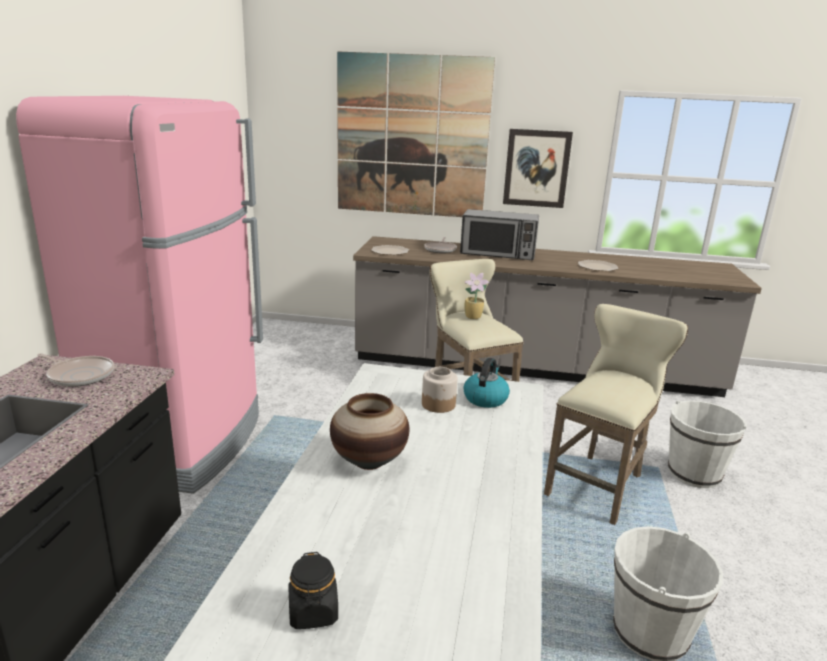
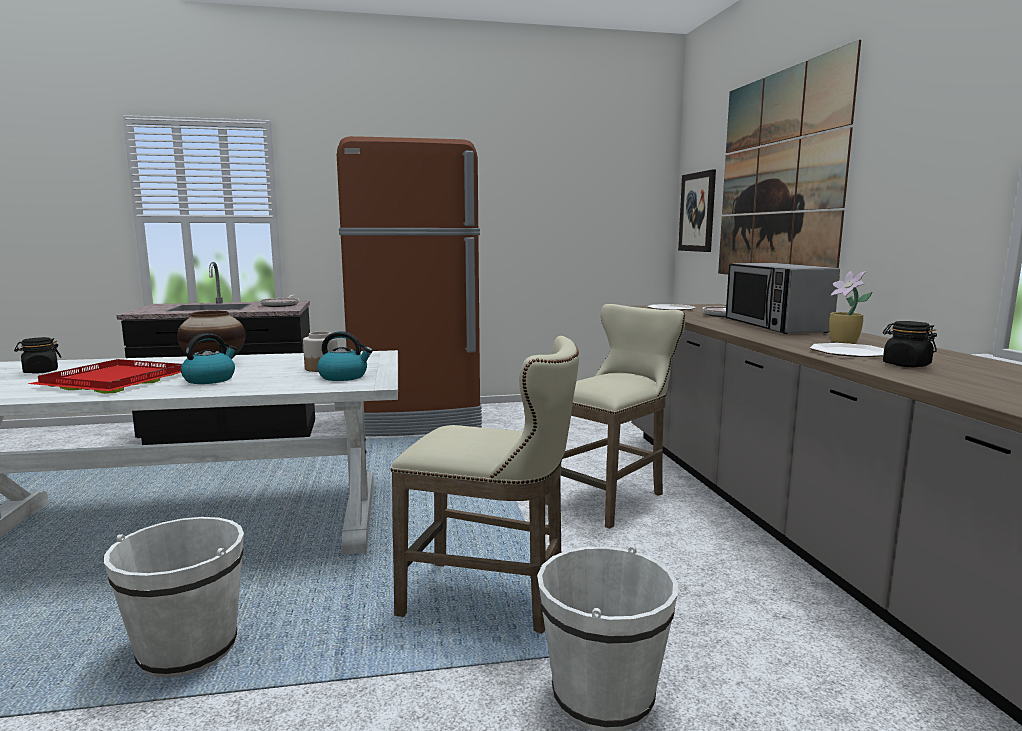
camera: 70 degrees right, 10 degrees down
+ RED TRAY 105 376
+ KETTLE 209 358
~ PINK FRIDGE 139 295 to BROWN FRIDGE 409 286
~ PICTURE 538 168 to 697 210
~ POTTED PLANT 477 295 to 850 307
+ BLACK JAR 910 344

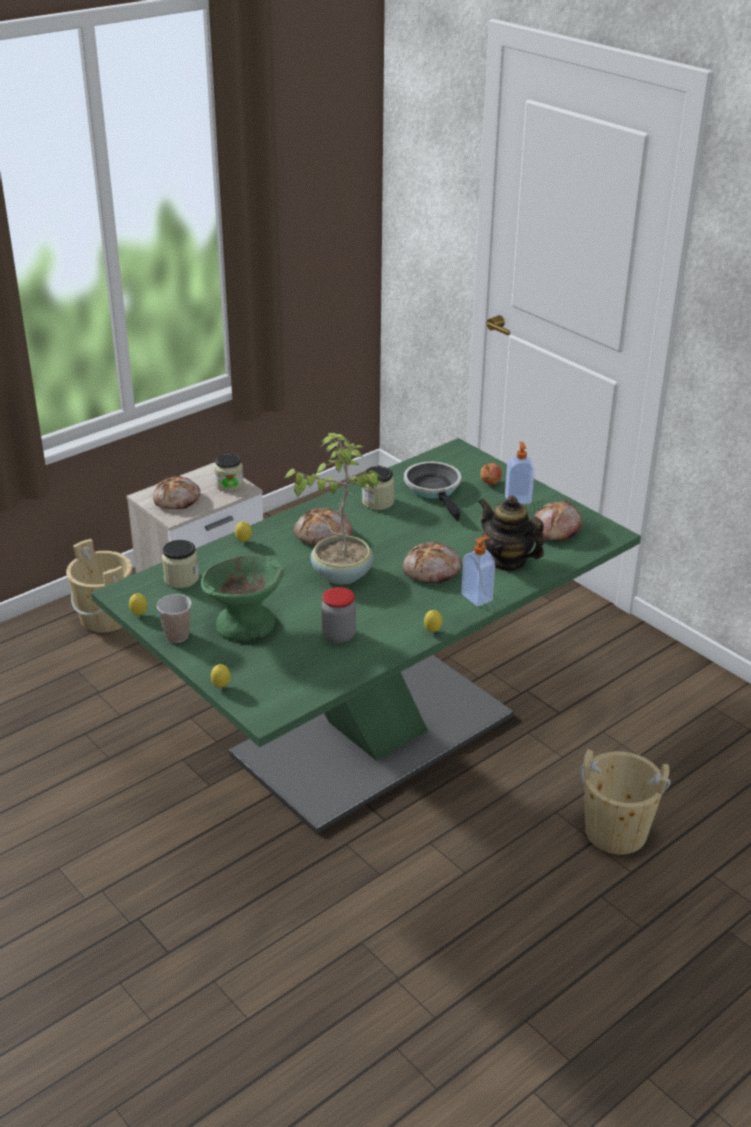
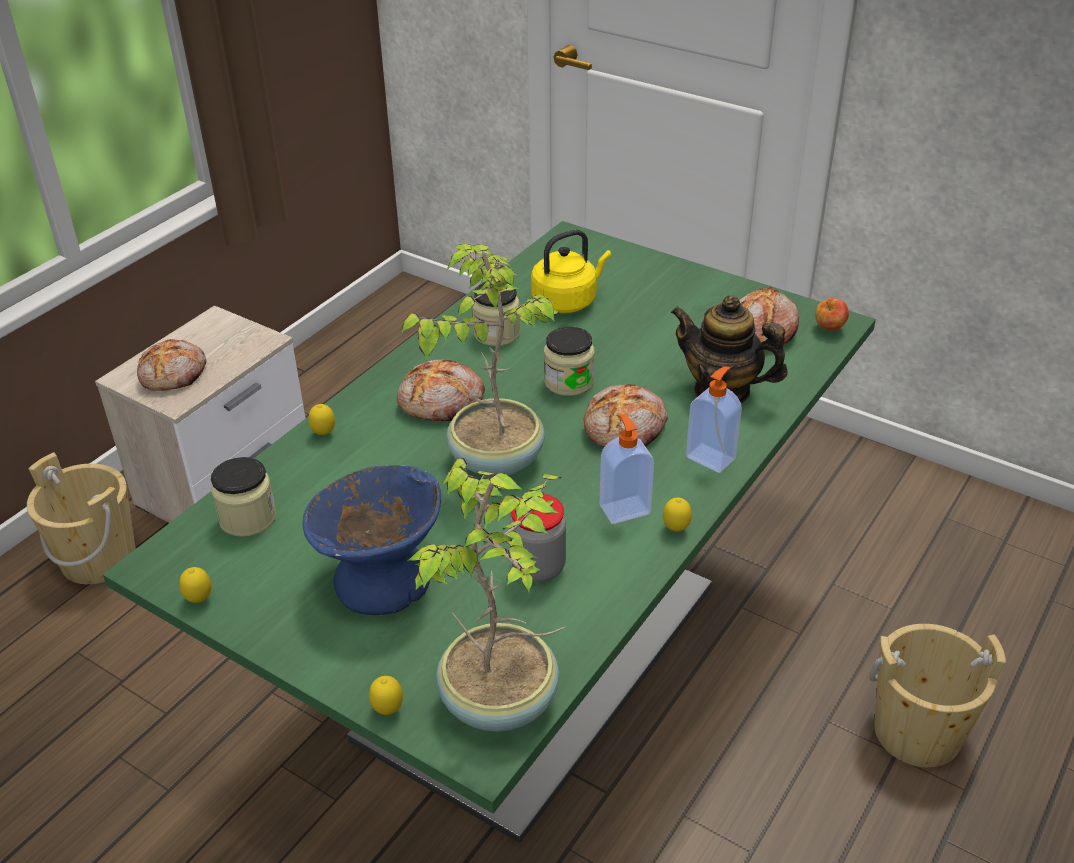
camera: 15 degrees left, 5 degrees up
~ GREEN BOWL 243 598 to BLUE BOWL 372 540
+ POTTED PLANT 487 595
~ FRYING PAN 432 491 to YELLOW KETTLE 571 271
~ JAR 229 473 to 569 361
~ SOAP DISPENSER 519 473 to 627 469
~ APPLE 491 473 to 832 314
- CUP 174 618

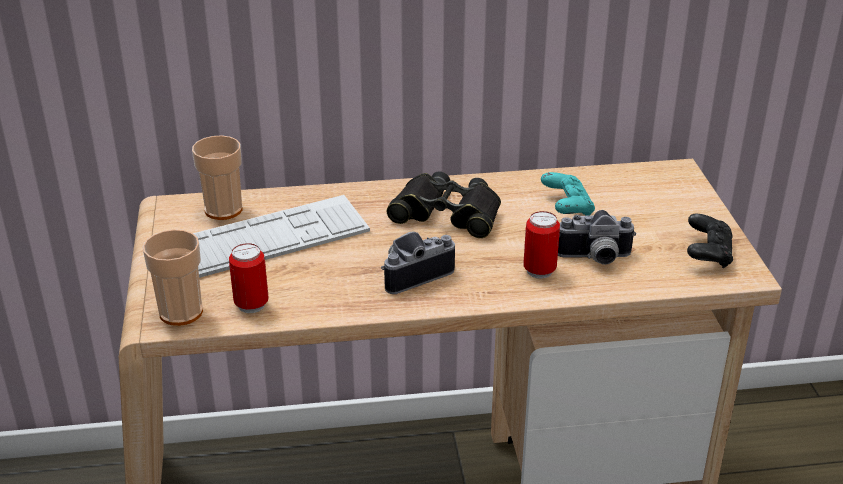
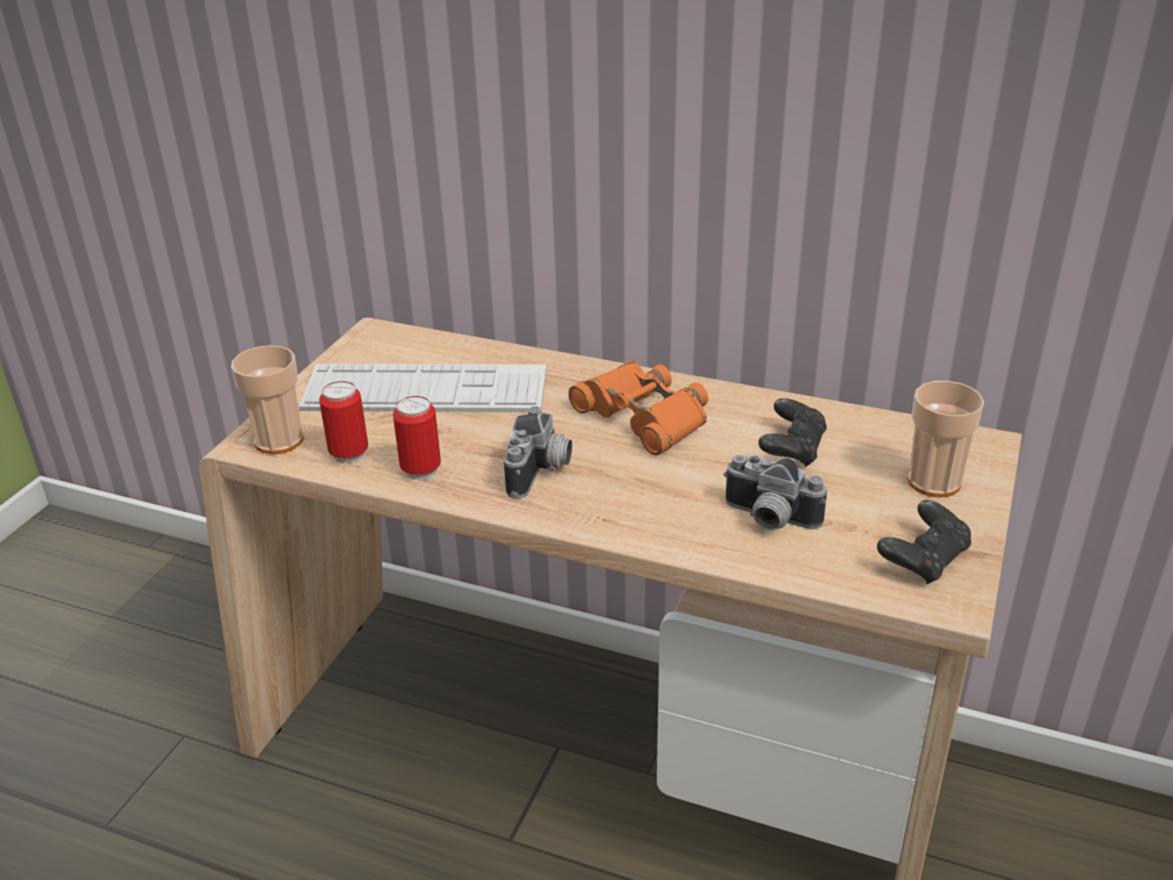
camera: 30 degrees right, 0 degrees up
~ CAN 541 245 to 417 437
~ PHOTO CAMERA 418 263 = 538 452 105 degrees clockwise
~ BLACK BINOCULARS 444 204 to ORANGE BINOCULARS 638 408
~ TURQUOISE GAME CONTROLLER 568 194 to BLACK GAME CONTROLLER 792 432
~ CUP 217 177 to 946 439

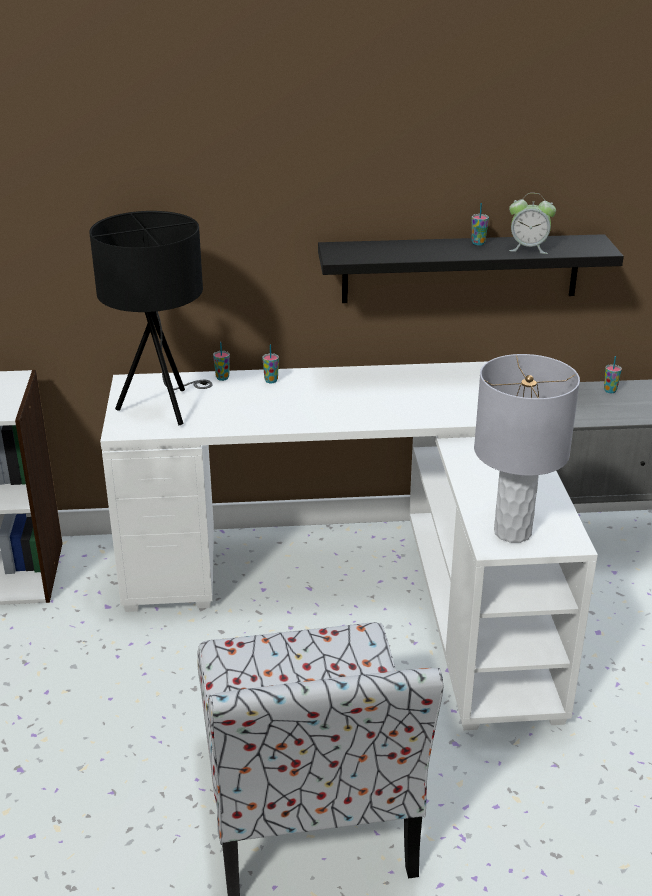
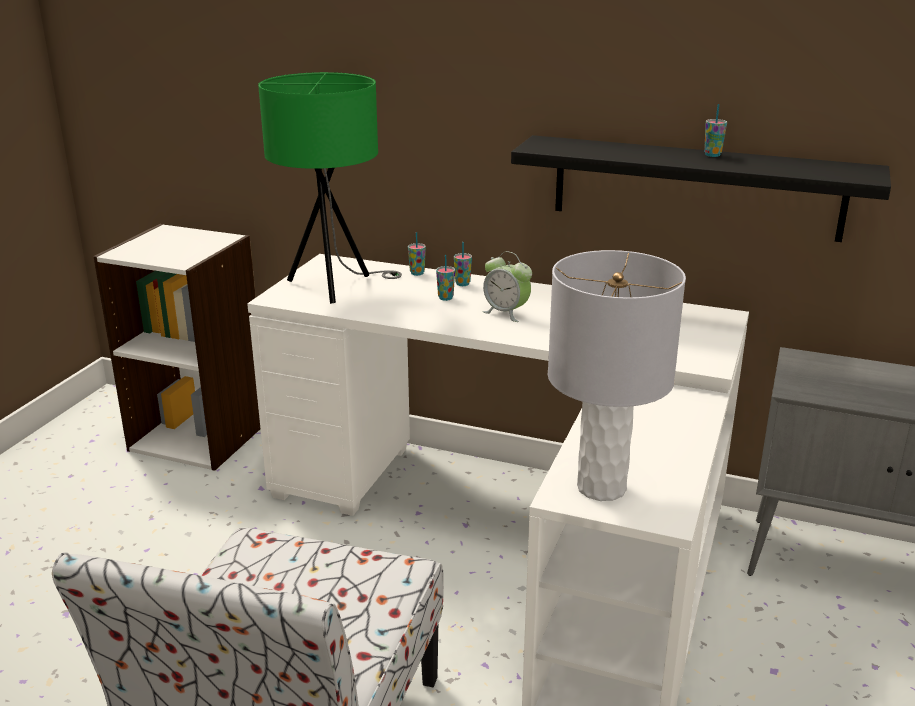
camera: 25 degrees right, 5 degrees down
~ BLACK TABLE LAMP 151 318 to GREEN TABLE LAMP 330 188
~ CUP 613 374 to 445 278
~ ALARM CLOCK 532 223 to 507 286

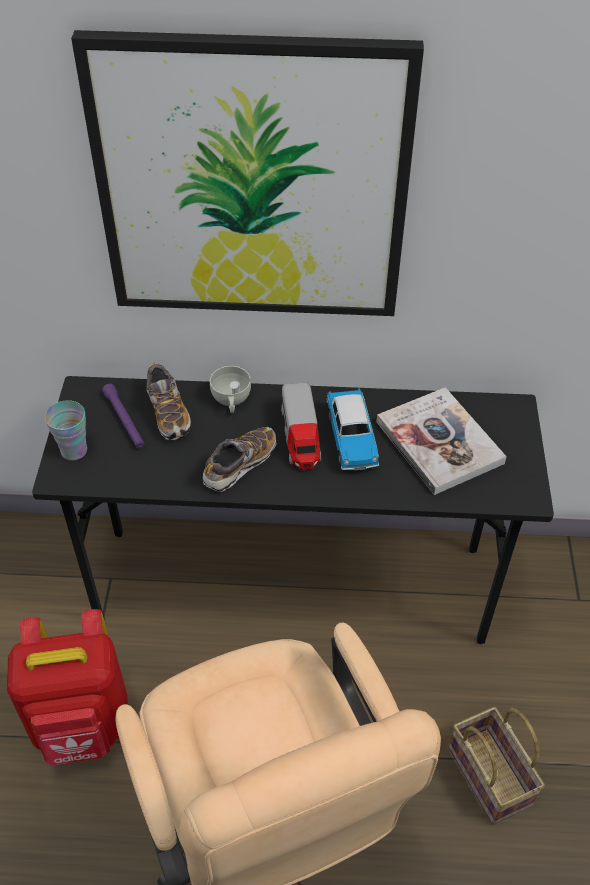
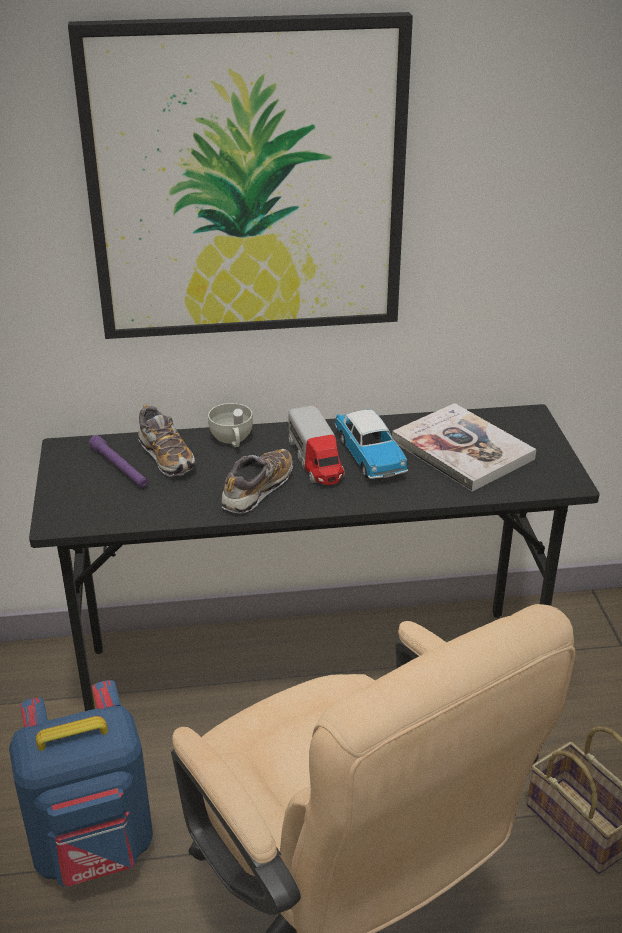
camera: 10 degrees left, 15 degrees down
~ RED BACKPACK 67 687 to BLUE BACKPACK 81 783
- CUP 66 430

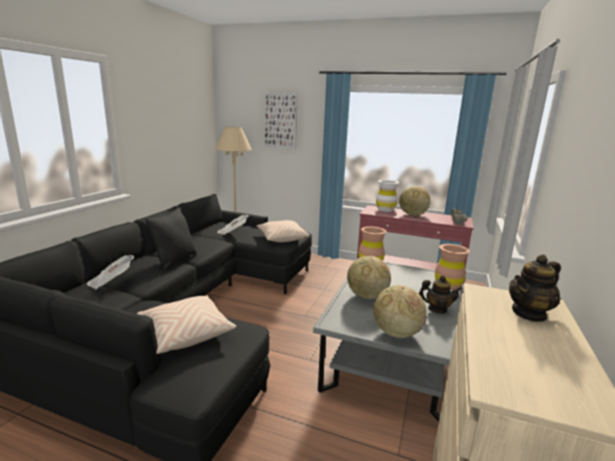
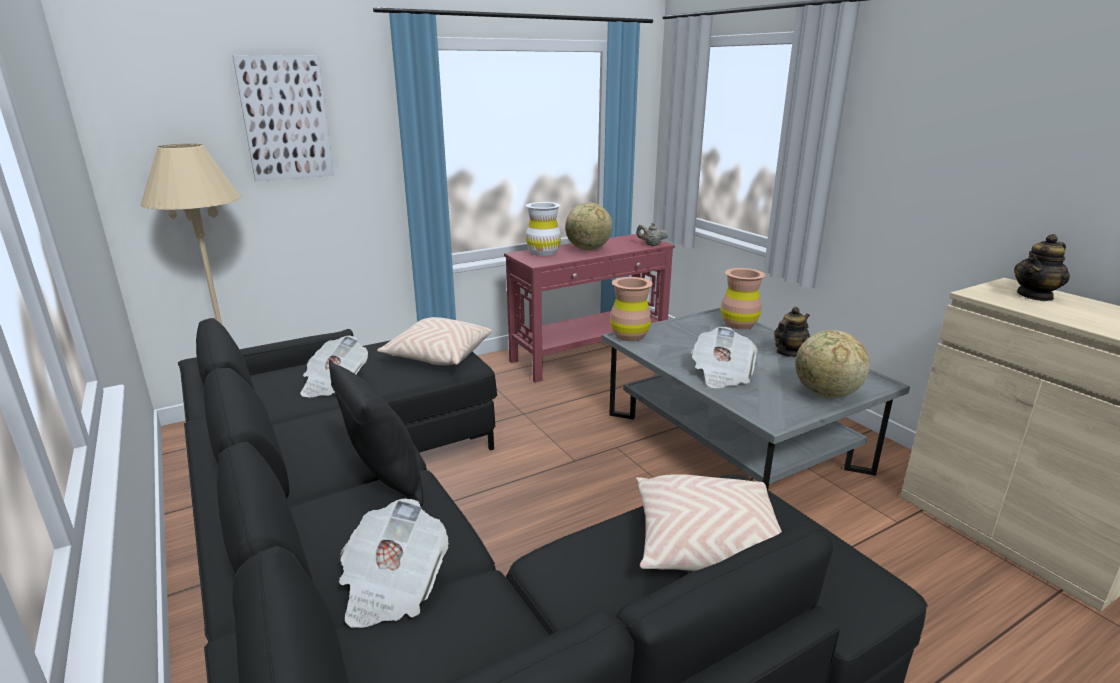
camera: 50 degrees left, 5 degrees up
~ GLOBE 369 277 to NEWSPAPER 724 357
~ TEAPOT 535 288 = 1042 267 45 degrees clockwise

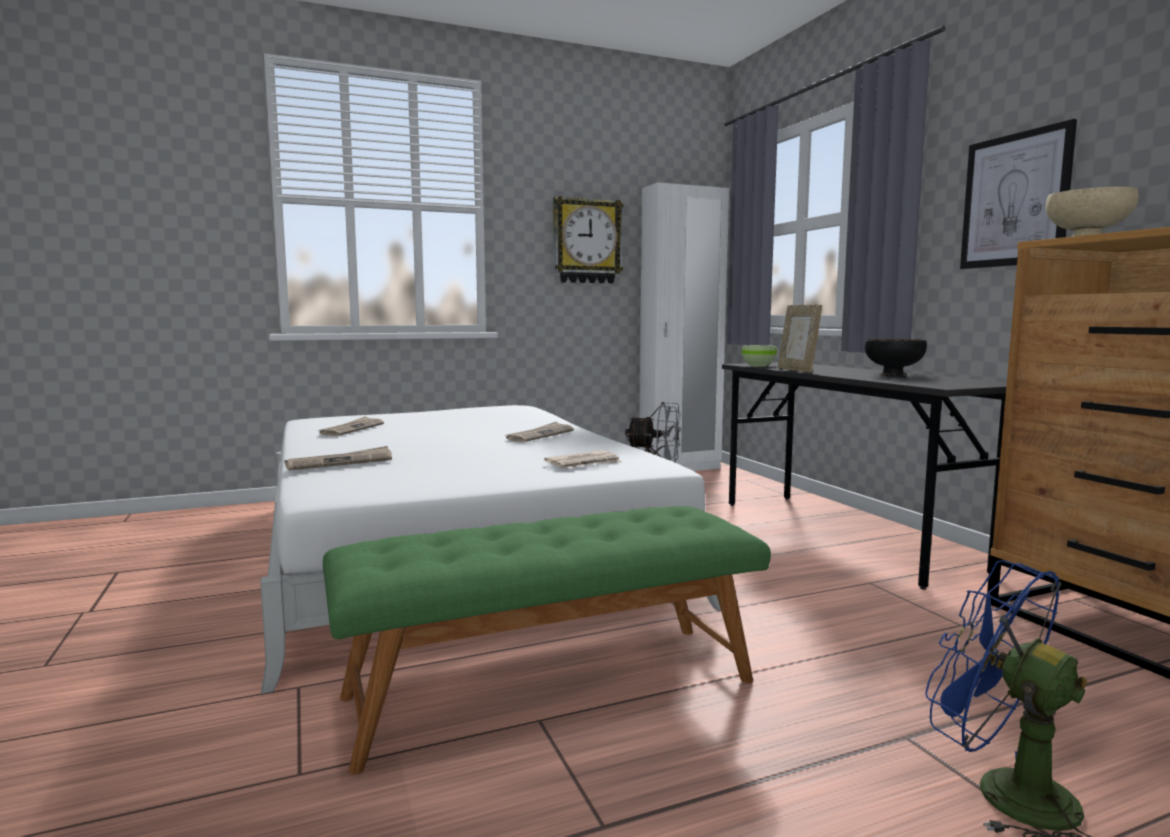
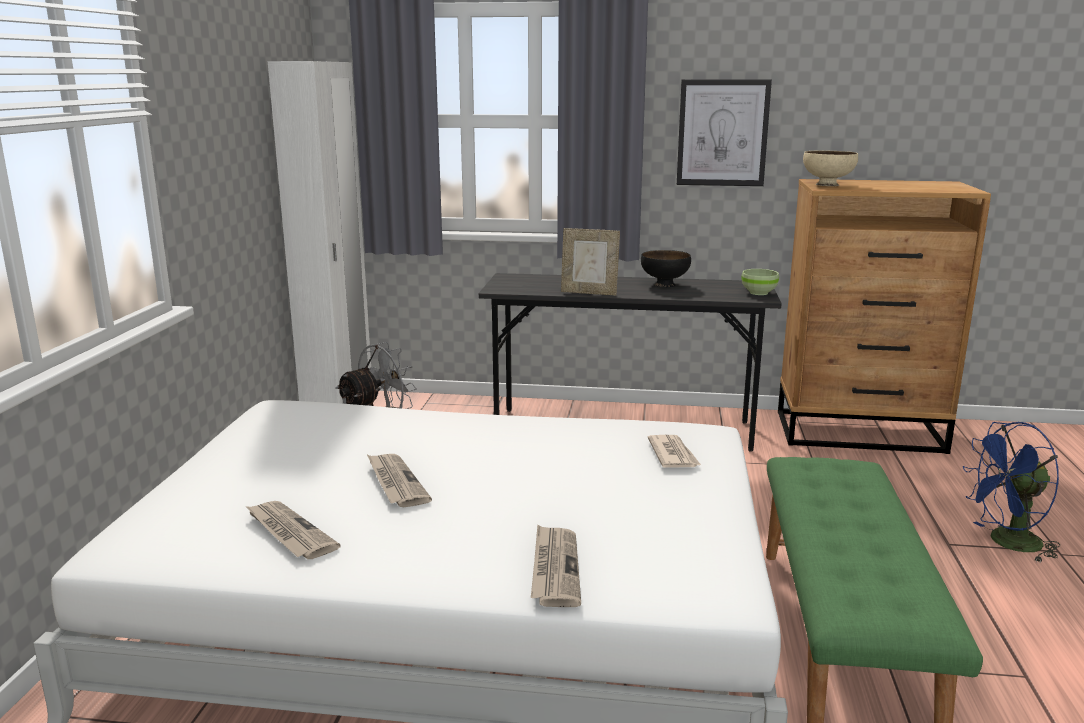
camera: 60 degrees left, 10 degrees up
~ NEWSPAPER 539 432 to 399 480
~ GREEN BOWL 759 356 to 760 282
- WALL CLOCK 588 240

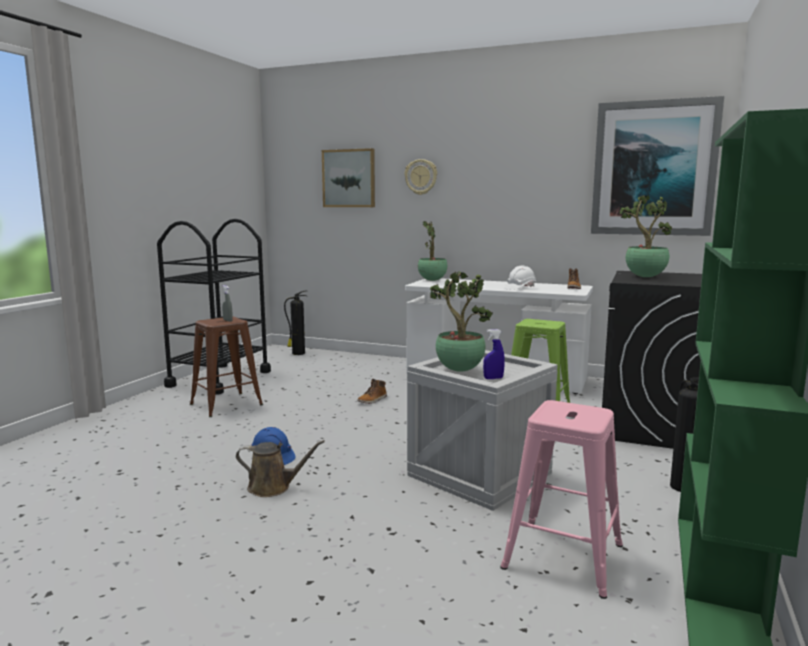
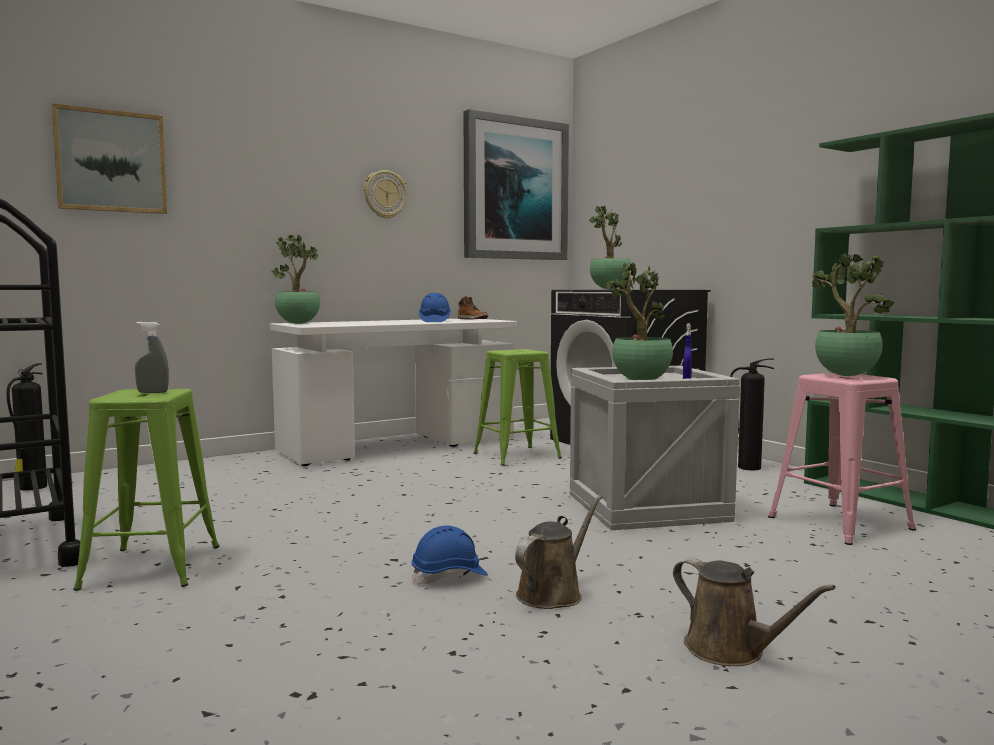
camera: 55 degrees left, 5 degrees down
~ BROWN STOOL 226 367 to GREEN STOOL 146 490
~ WALL CLOCK 420 177 to 386 194
~ WHITE HARD HAT 520 278 to BLUE HARD HAT 435 307
+ BROWN WATERING CAN 754 611
+ POTTED PLANT 852 314
- BOOT 372 391

